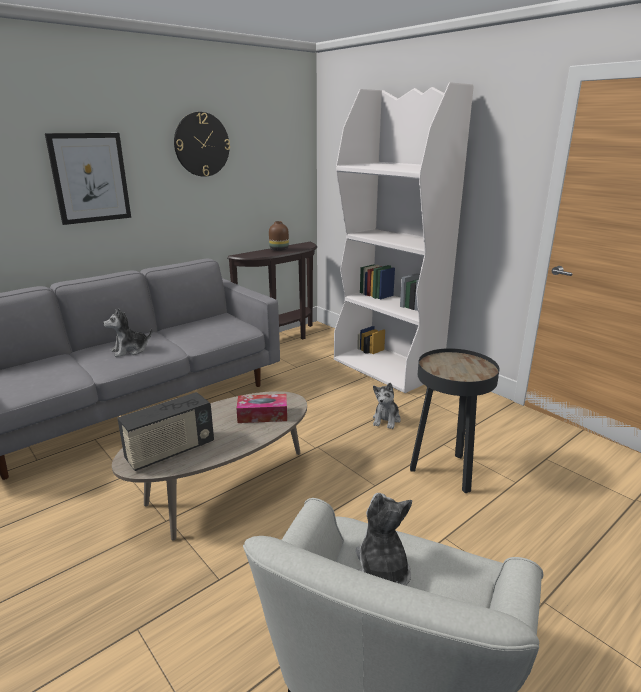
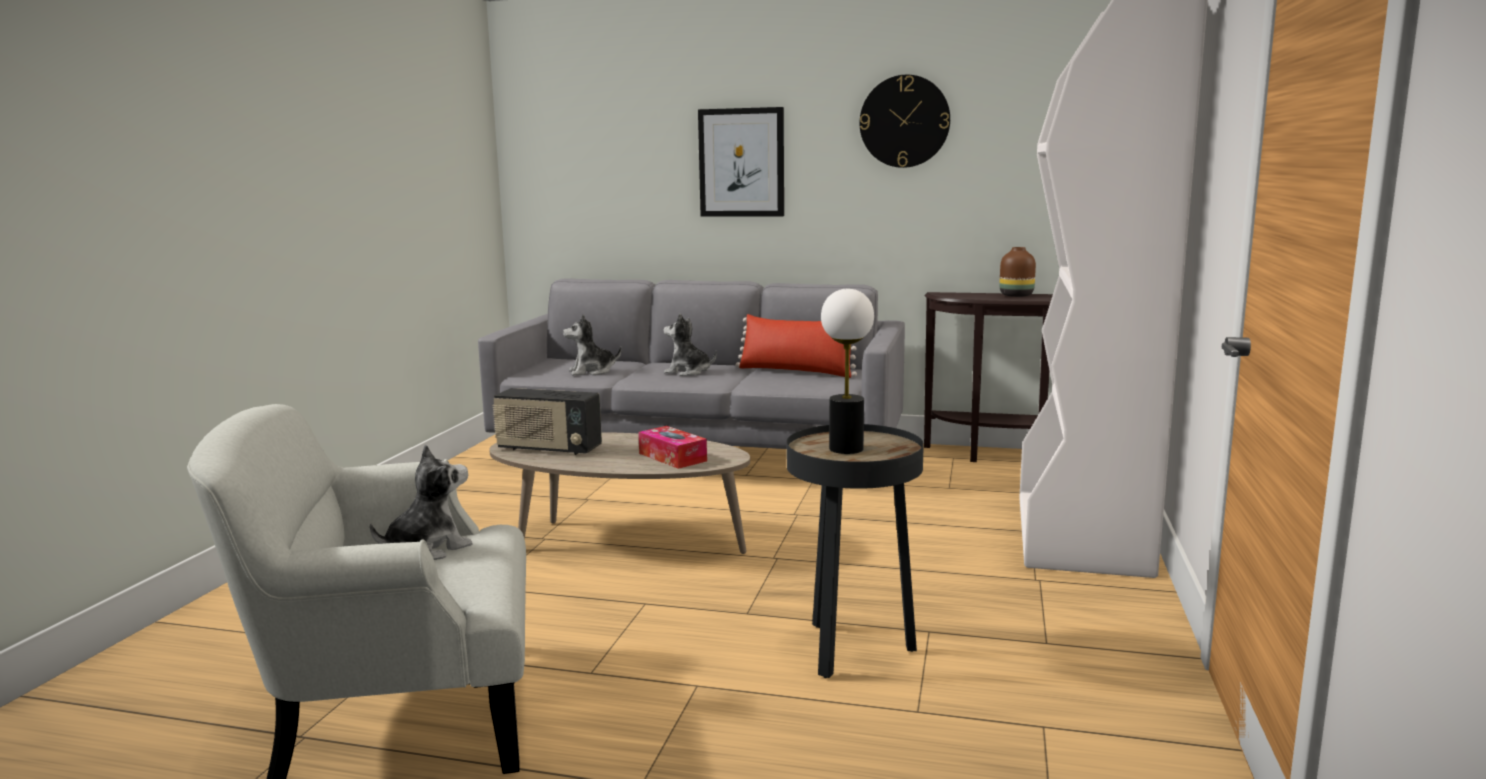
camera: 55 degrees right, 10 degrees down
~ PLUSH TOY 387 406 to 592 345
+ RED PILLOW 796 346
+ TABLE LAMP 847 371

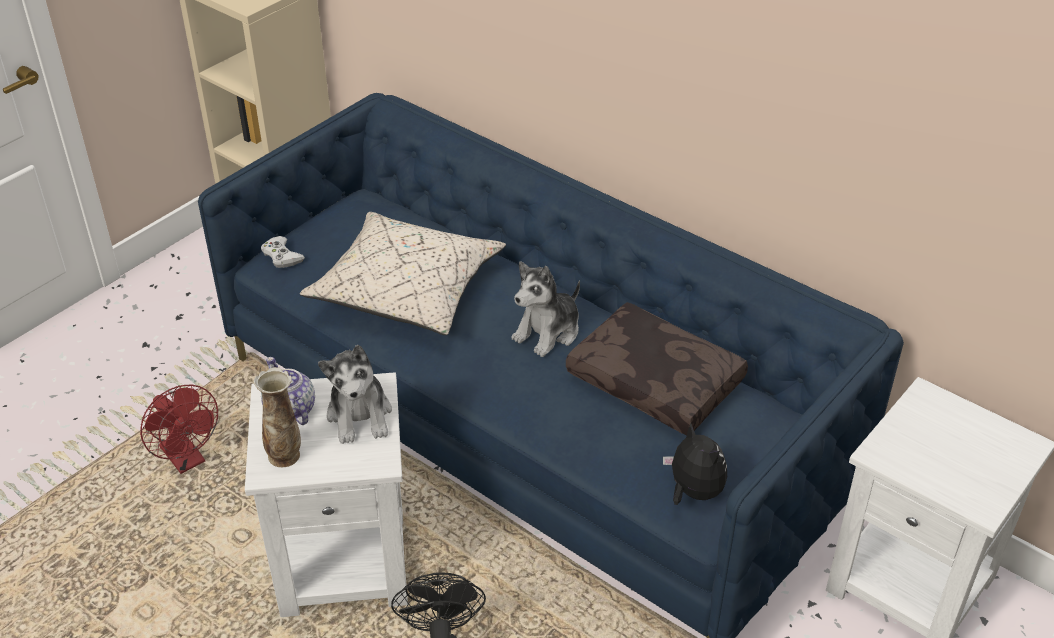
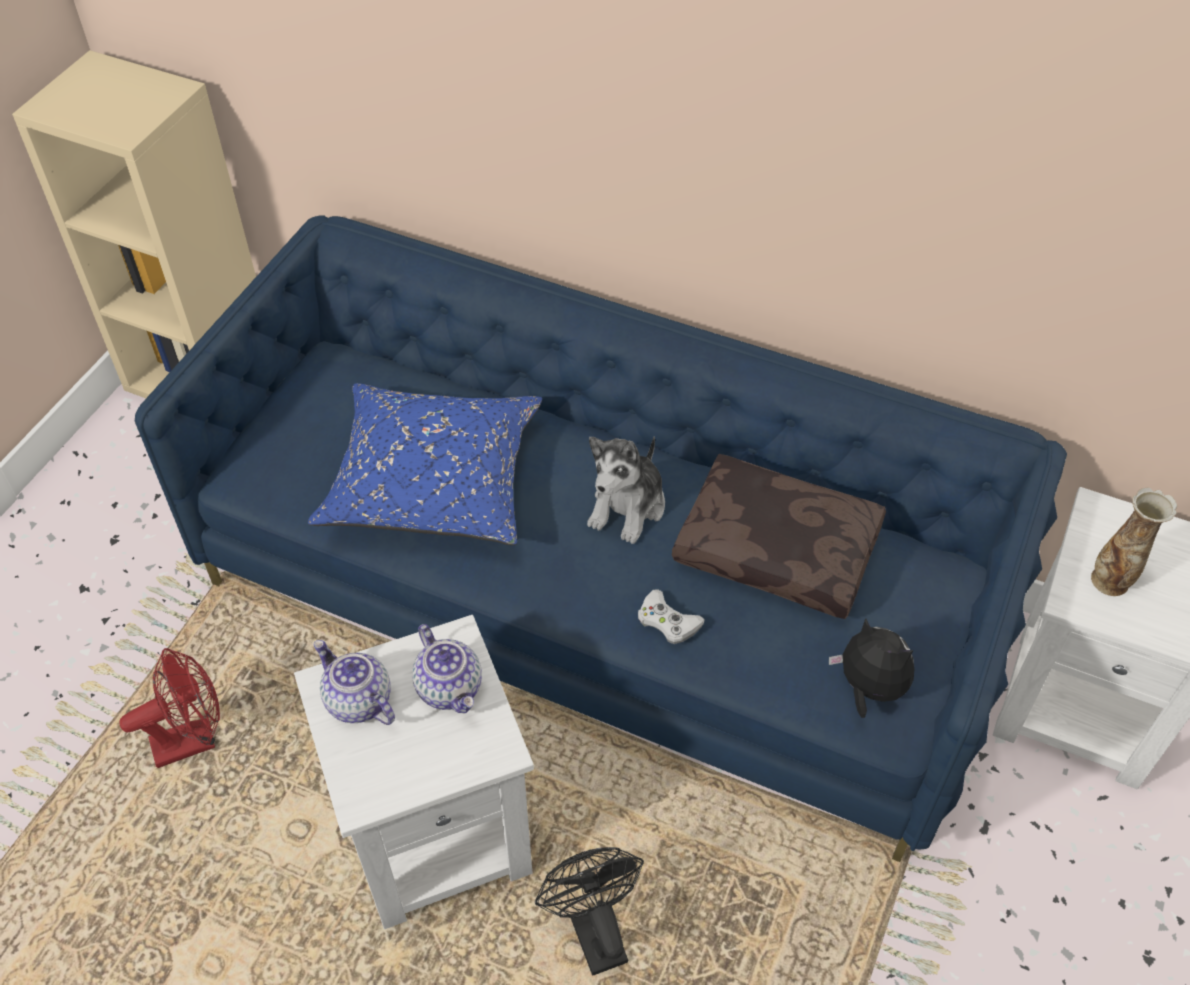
camera: 15 degrees left, 10 degrees up
~ RED FAN 179 429 = 170 708 60 degrees counterclockwise
~ BEIGE PILLOW 403 273 to BLUE PILLOW 425 464
~ PLUSH TOY 355 394 to TEAPOT 447 669
~ WHITE GAME CONTROLLER 283 252 to 671 616
~ VASE 277 417 to 1134 541

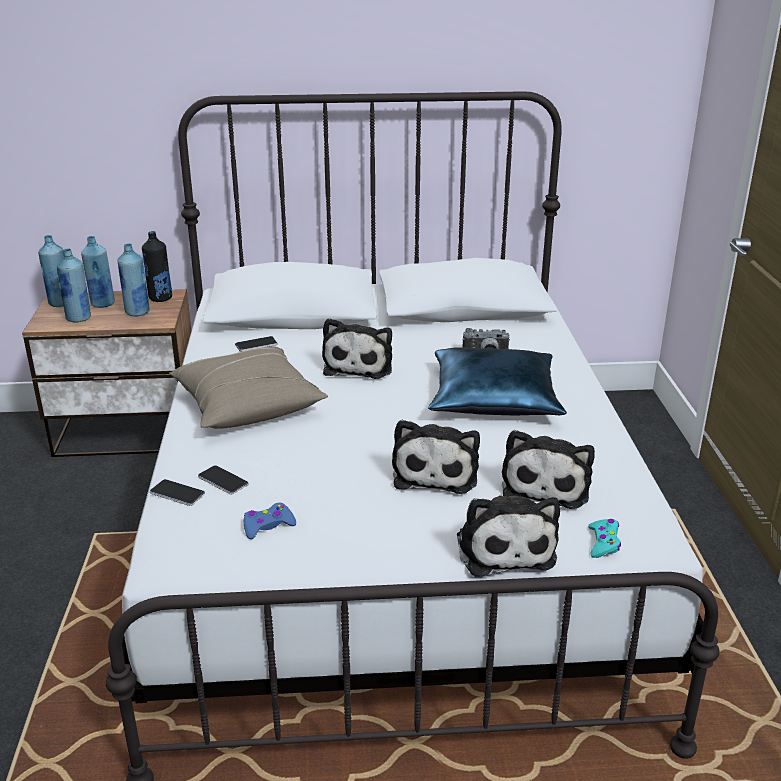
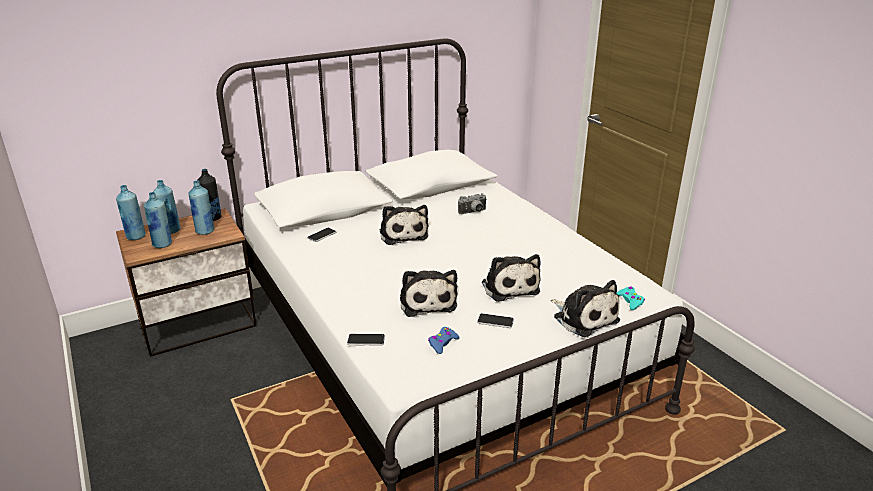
camera: 25 degrees left, 0 degrees up
~ PLUSH TOY 548 469 to 428 293
~ PHONE 223 479 to 495 320
- BEIGE PILLOW 248 387
- BLUE PILLOW 497 381

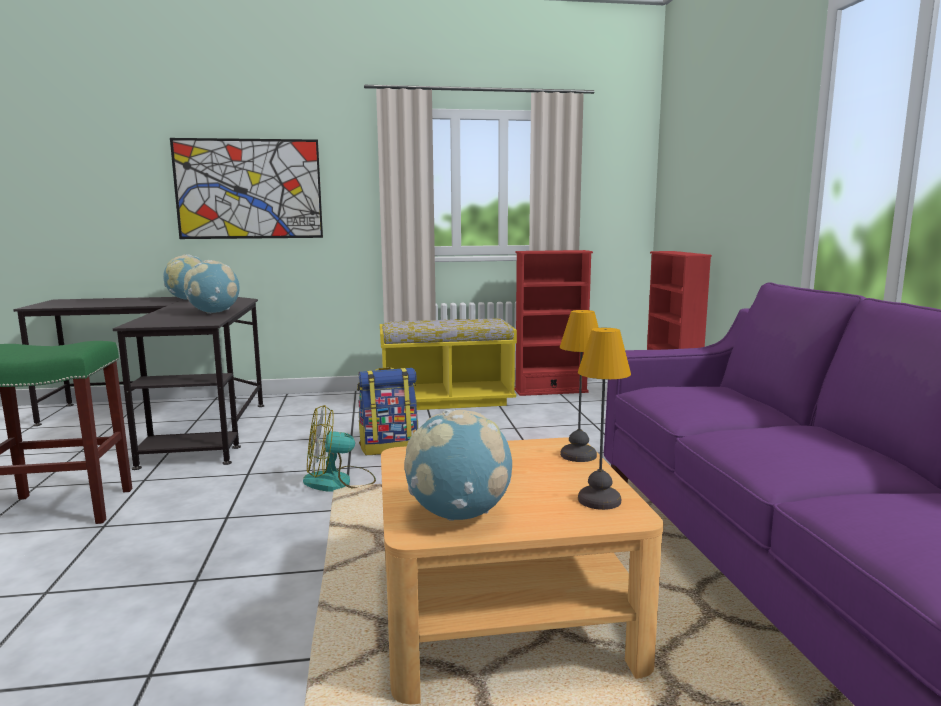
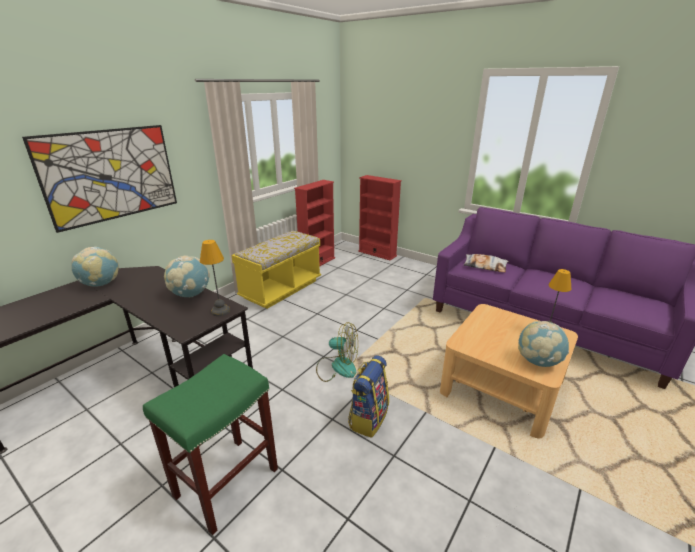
camera: 45 degrees left, 15 degrees up
~ TABLE LAMP 579 386 to 215 278
~ FAN 339 448 = 337 352 105 degrees counterclockwise
~ BACKPACK 387 411 to 368 396
+ PILLOW 486 263

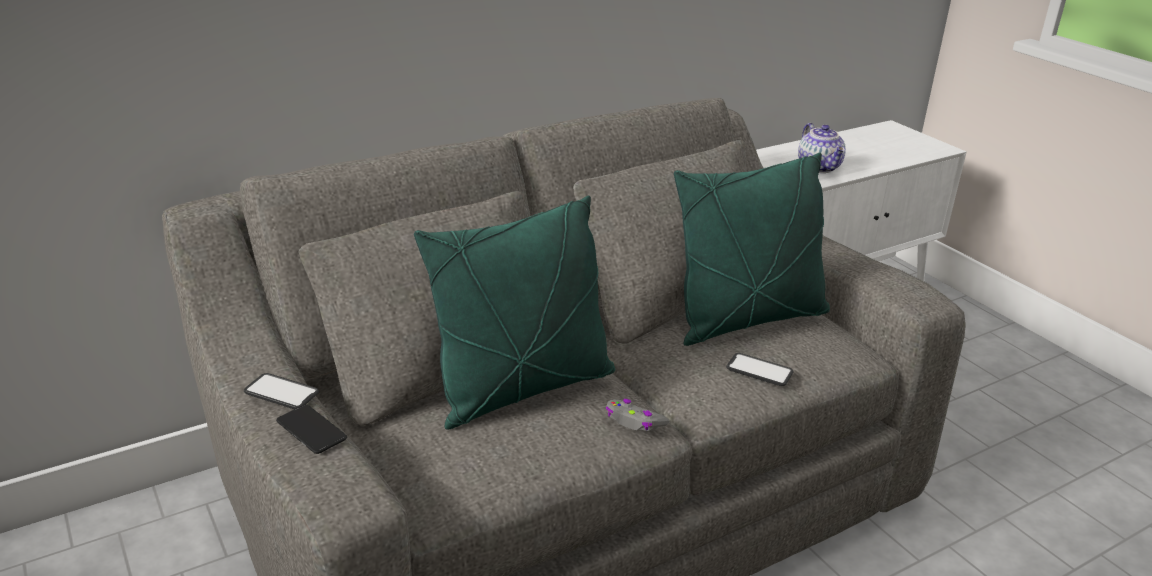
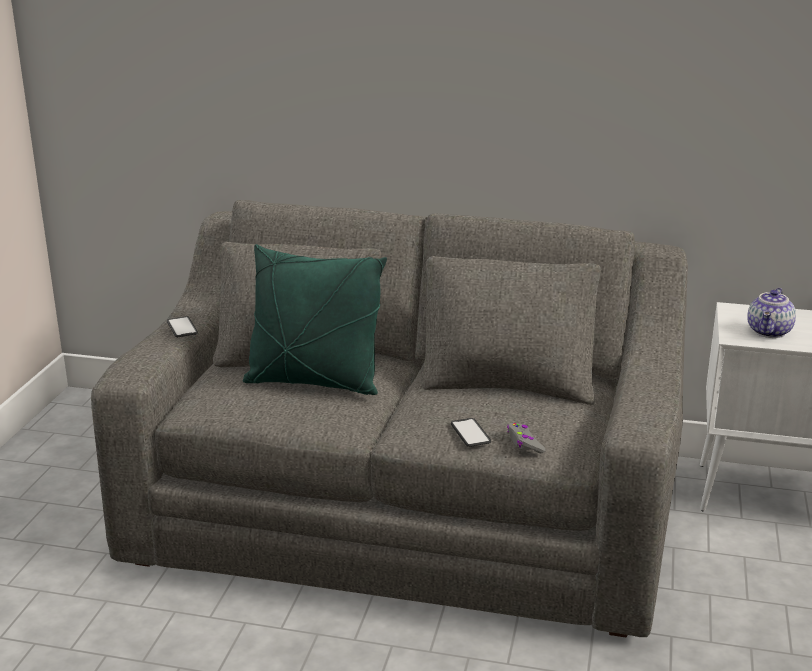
camera: 45 degrees right, 5 degrees down
~ GREY GAME CONTROLLER 637 415 to 526 438
- PHONE 311 429
- GREEN PILLOW 752 249

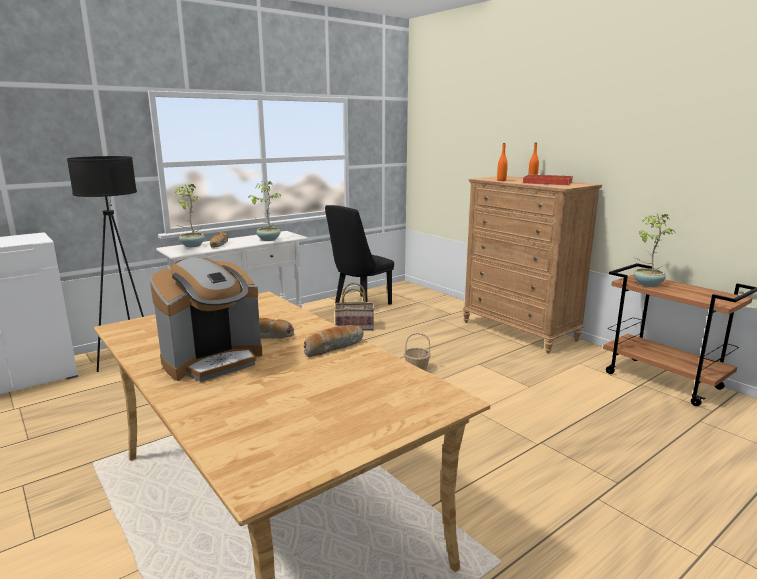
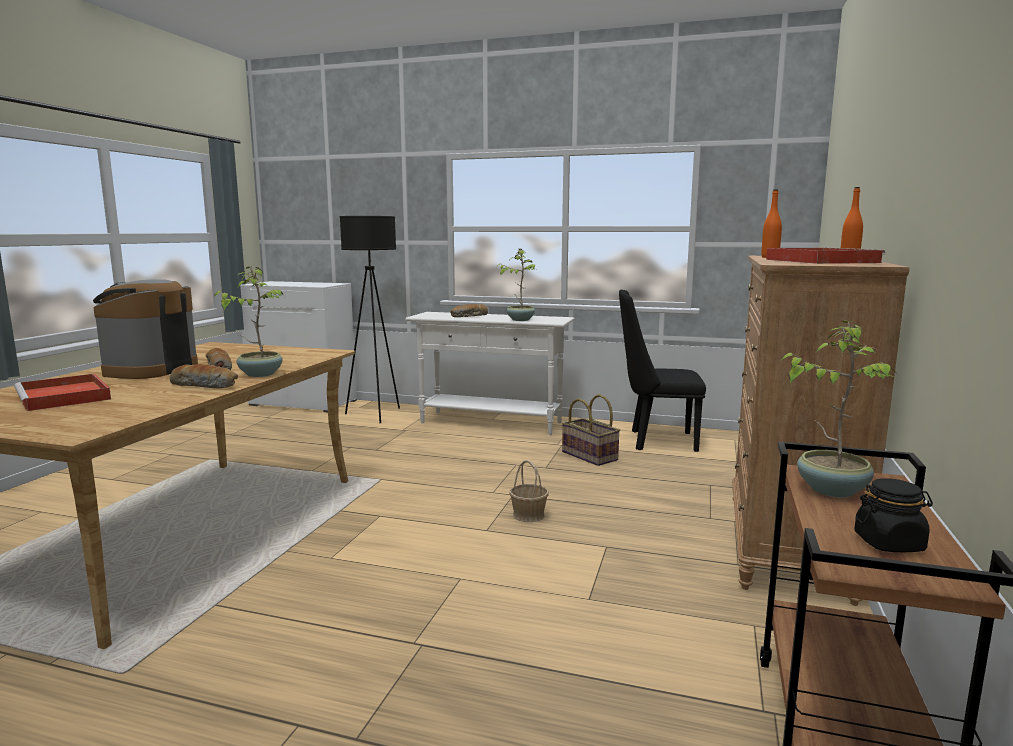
camera: 55 degrees right, 5 degrees down
+ RED TRAY 62 392
~ COFFEE MACHINE 206 320 = 145 329 90 degrees clockwise
~ POTTED PLANT 190 215 to 248 322
+ BLACK JAR 893 515

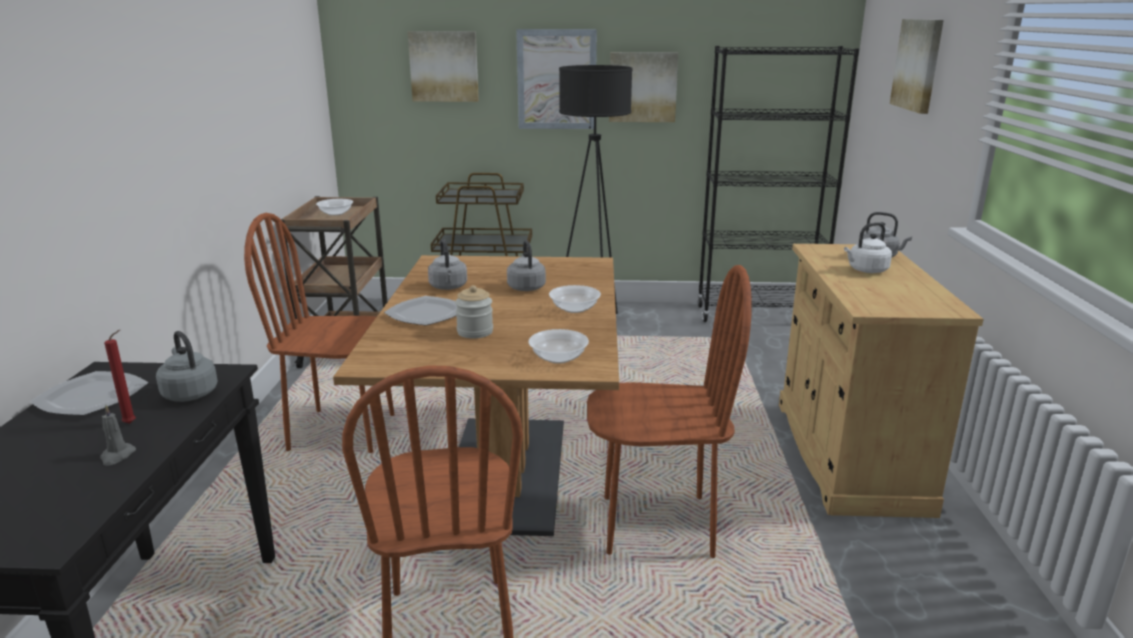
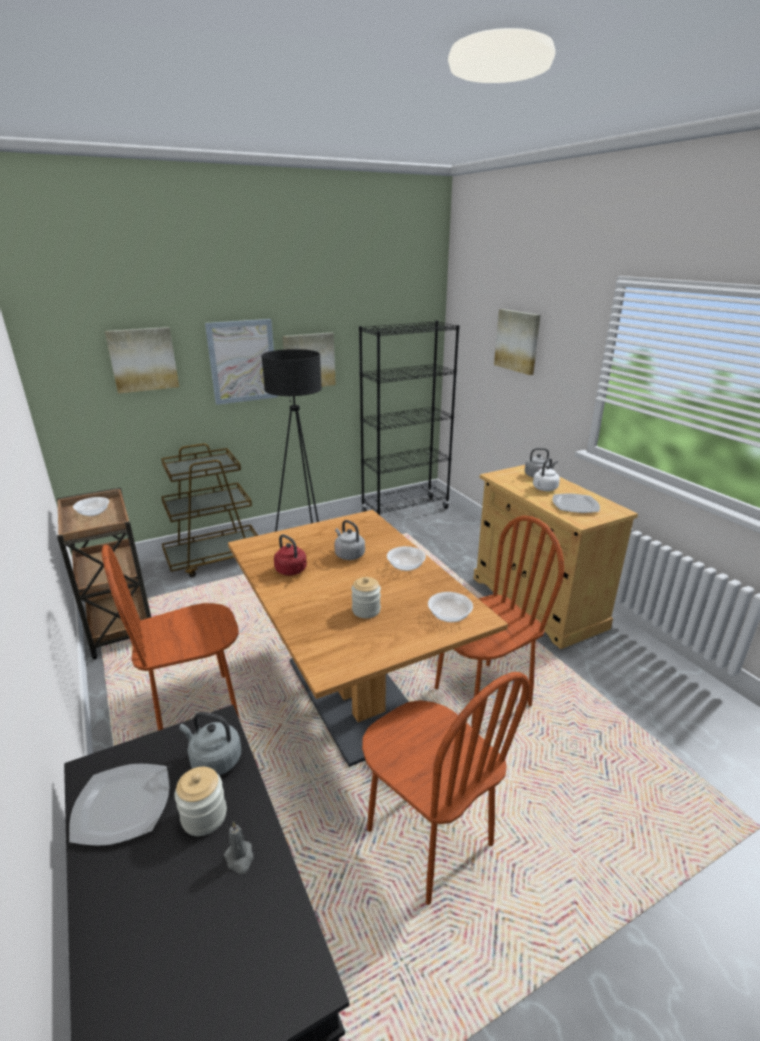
camera: 30 degrees left, 5 degrees up
~ RED CANDLE 120 377 to JAR 200 801
~ GREY KETTLE 447 264 to RED KETTLE 290 554
~ PLATE 420 311 to 576 503

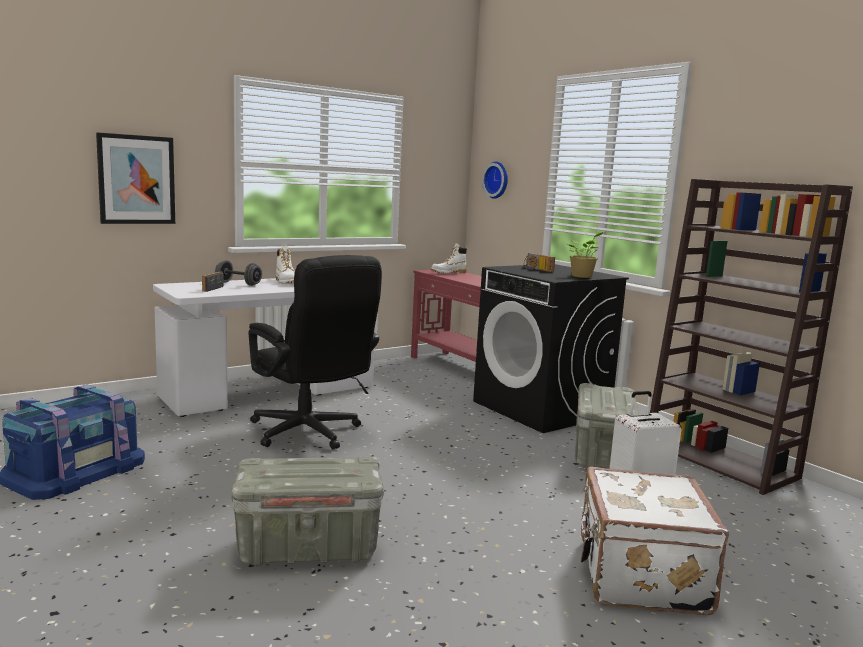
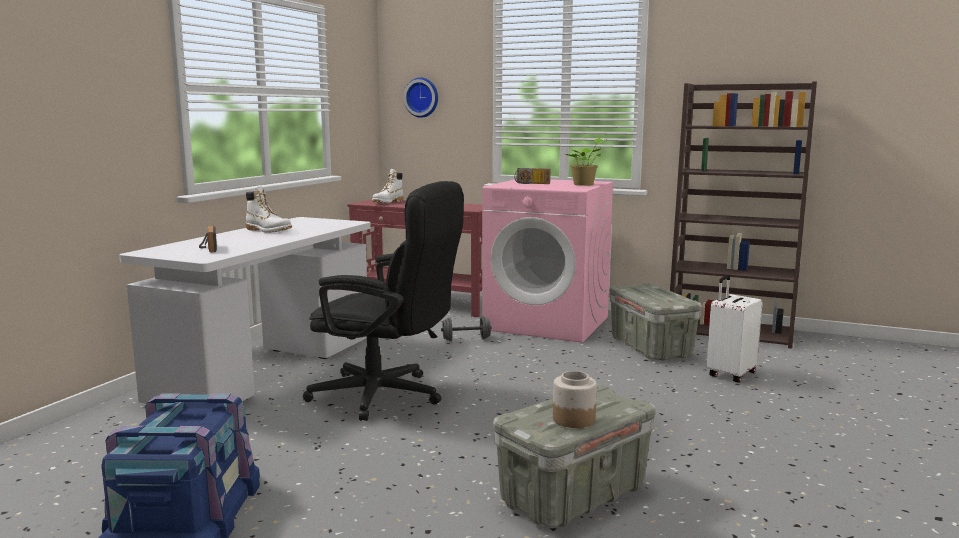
camera: 30 degrees left, 0 degrees up
~ GREY DUMBBELL 238 273 to 466 328
~ BLACK WASHING MACHINE 551 348 to PINK WASHING MACHINE 548 261
+ JAR 575 399
- PICTURE 135 178
- WHITE SUITCASE 655 541

